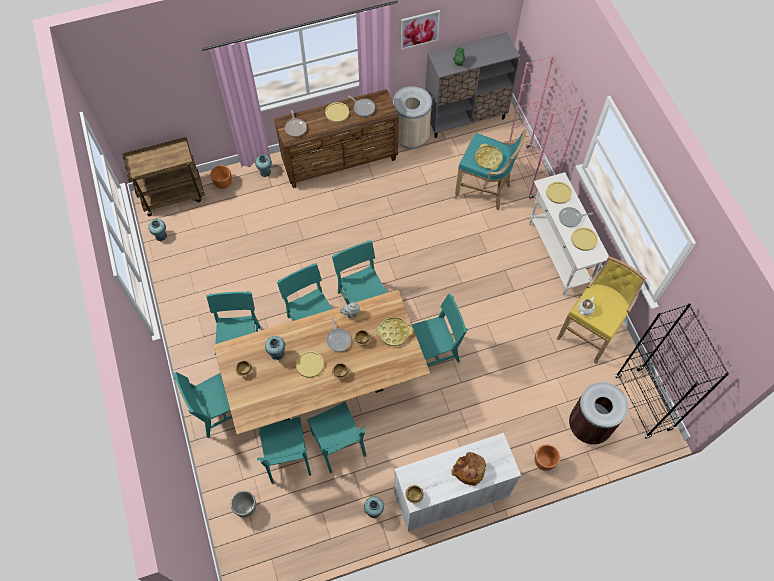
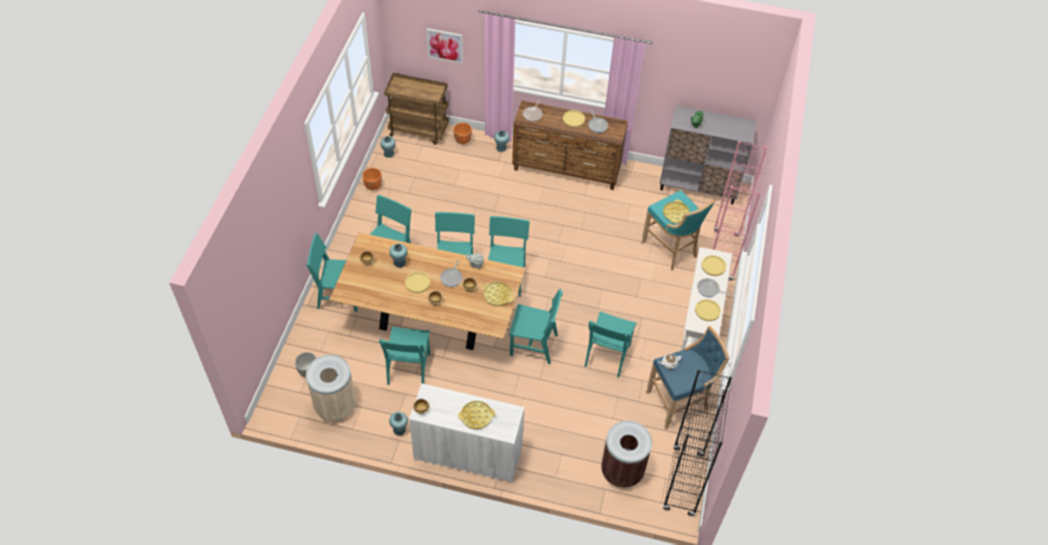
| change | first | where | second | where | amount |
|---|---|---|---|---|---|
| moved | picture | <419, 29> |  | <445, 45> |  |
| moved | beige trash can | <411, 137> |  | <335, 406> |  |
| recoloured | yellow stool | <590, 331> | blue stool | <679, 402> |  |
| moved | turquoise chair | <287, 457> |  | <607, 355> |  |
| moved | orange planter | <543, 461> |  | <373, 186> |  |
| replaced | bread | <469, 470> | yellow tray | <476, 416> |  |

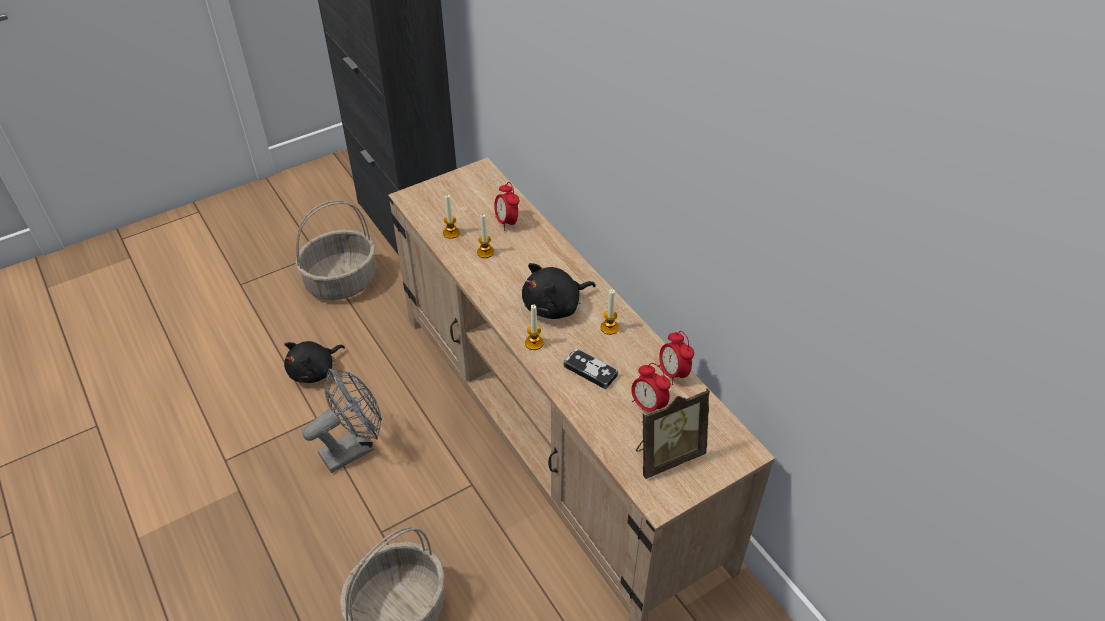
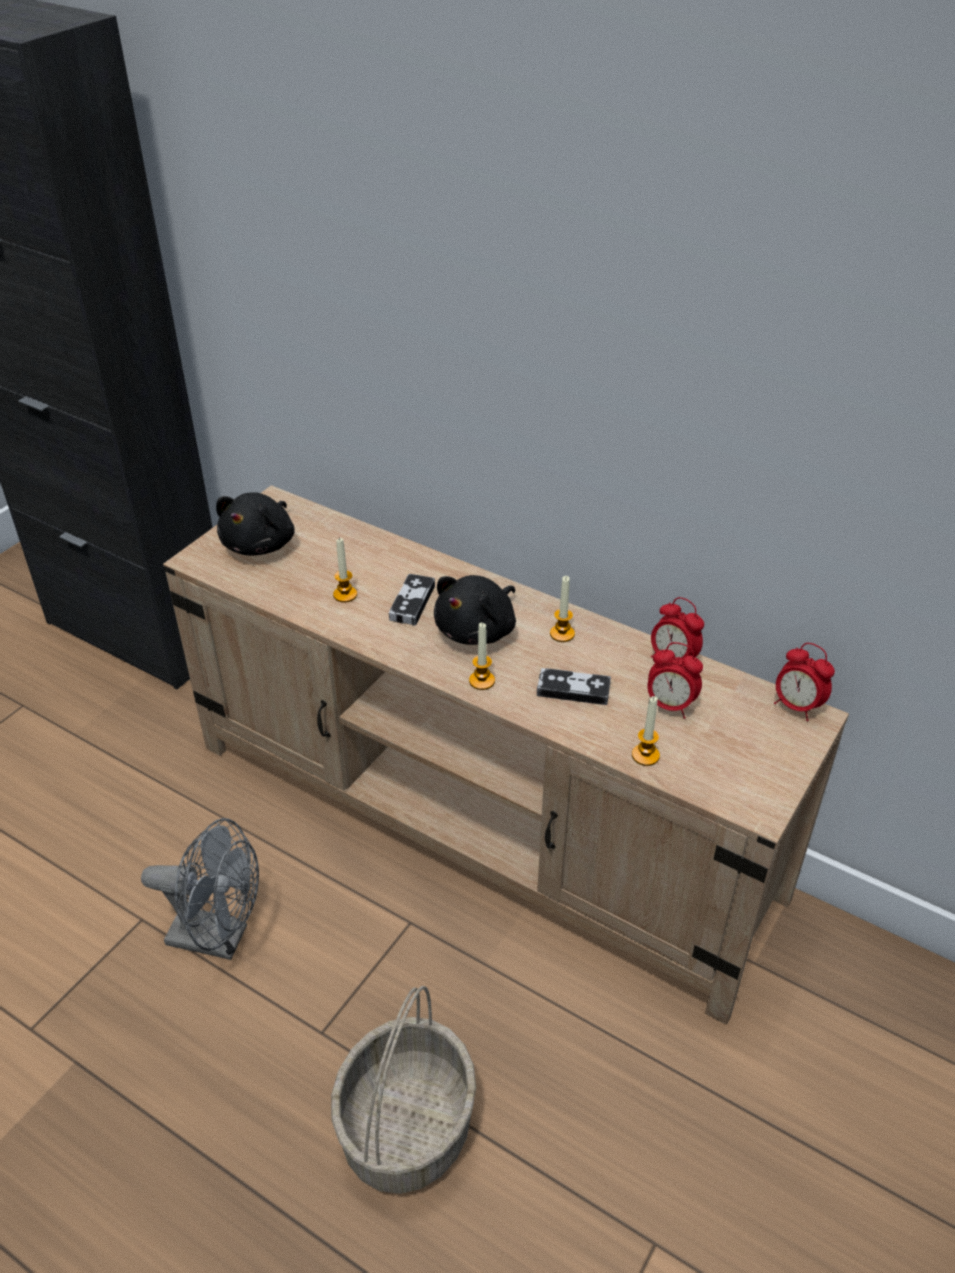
| change | first | where | second | where | amount |
|---|---|---|---|---|---|
| moved | alarm clock | <507, 222> |  | <796, 706> |  |
| moved | candle | <451, 233> |  | <645, 755> |  |
| removed | basket | <342, 281> |  |  |  |
| moved | black plush toy | <315, 371> |  | <261, 544> |  |
| turned | grey fan | <353, 448> |  | <219, 938> | 75 degrees clockwise |
| removed | picture frame | <667, 455> |  |  |  |
| added |  |  | game controller | <412, 602> |  |

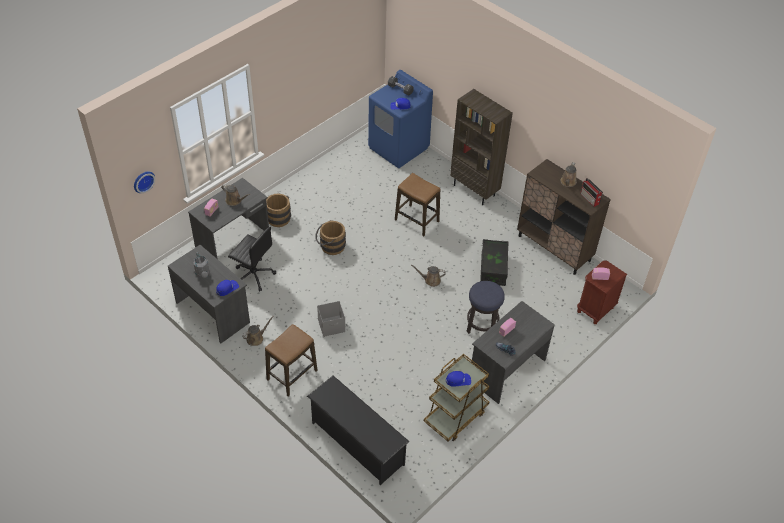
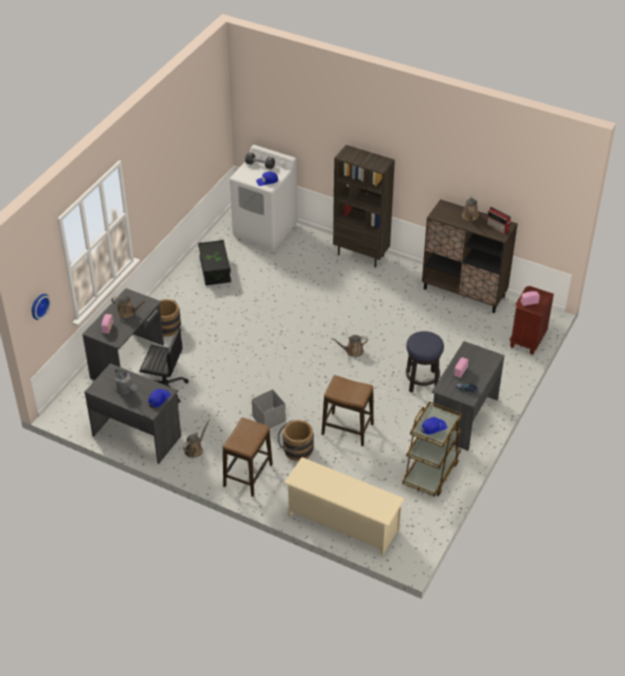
| change | first | where | second | where | amount |
|---|---|---|---|---|---|
| recoloured | blue washing machine | <398, 148> | white washing machine | <265, 230> |  |
| moved | stool | <417, 220> |  | <347, 429> |  |
| moved | brown bucket | <330, 246> |  | <295, 451> |  |
| moved | black storage box | <493, 269> |  | <215, 270> |  |
| recoloured | black shoe rack | <357, 443> | beige shoe rack | <342, 522> |  |

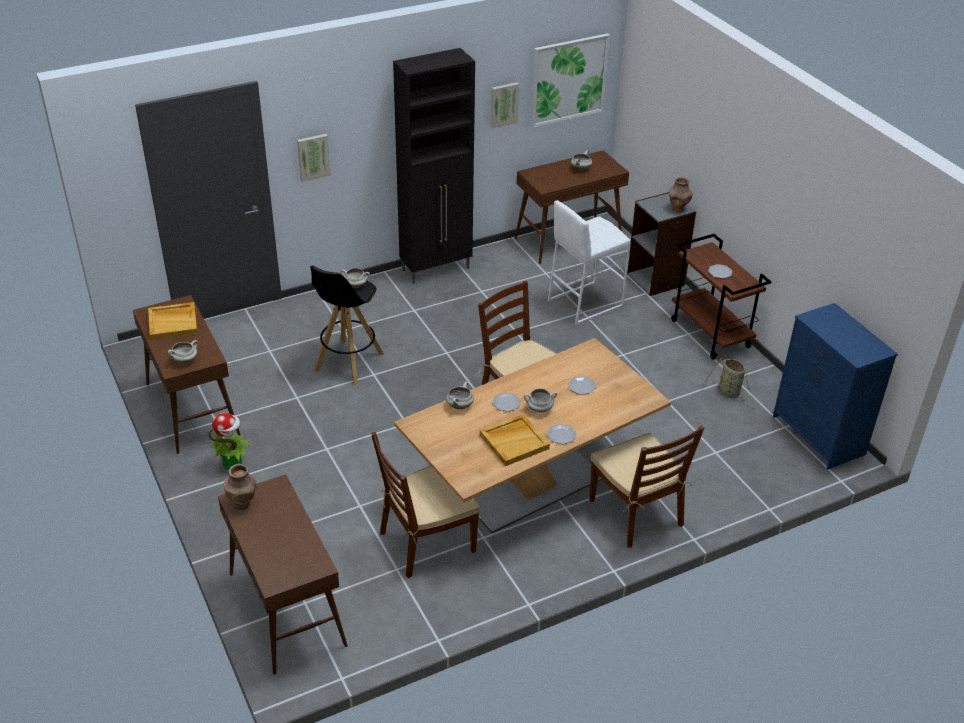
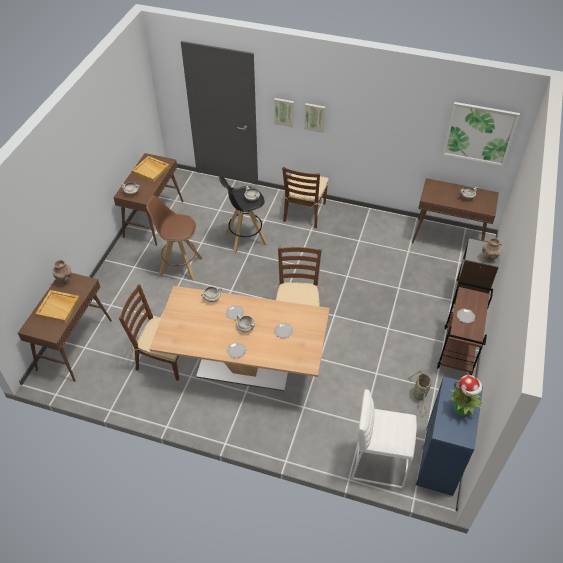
| change | first | where | second | where | amount |
|---|---|---|---|---|---|
| removed | black cabinet | <437, 269> |  |  |  |
| moved | picture | <503, 104> |  | <315, 117> |  |
| moved | white stool | <584, 303> |  | <378, 463> |  |
| moved | potted plant | <233, 464> |  | <461, 409> |  |
| moved | beige tray | <514, 441> |  | <58, 307> |  |
| moved | brown chair | <636, 513> |  | <304, 212> |  |
| added |  |  | brown stool | <180, 266> |  |

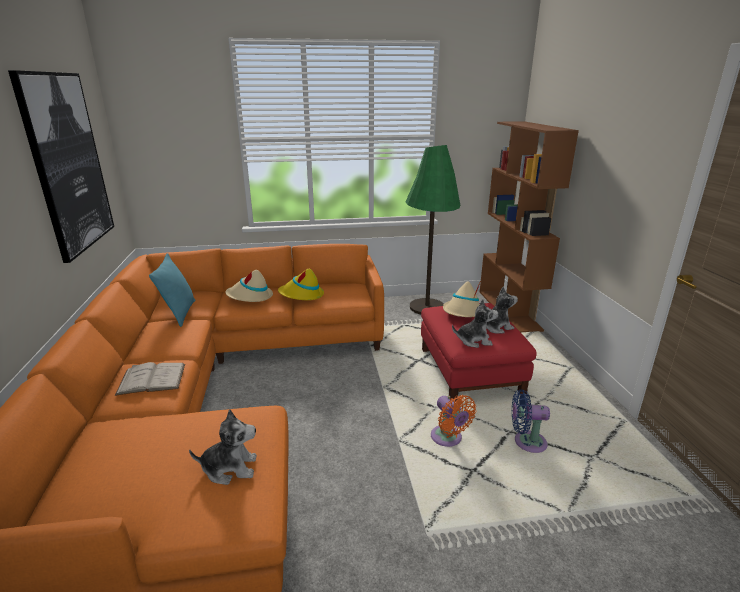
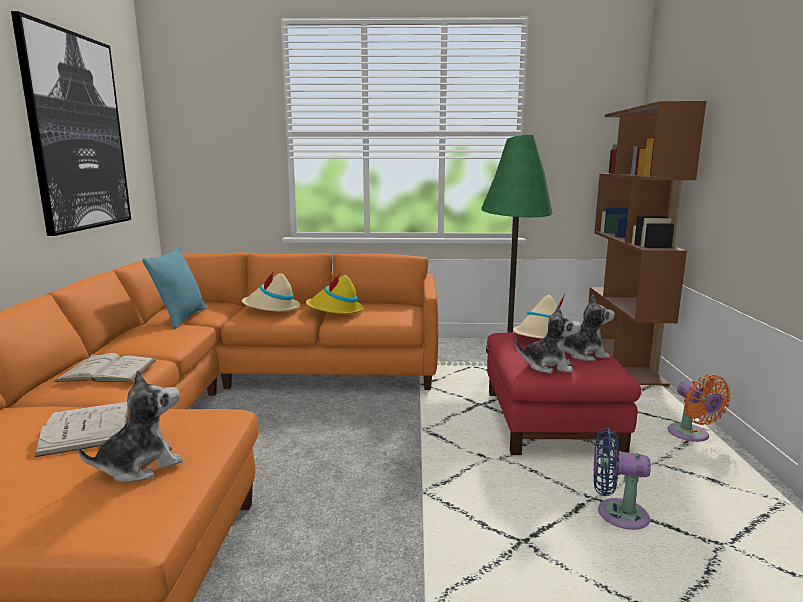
| change | first | where | second | where | amount |
|---|---|---|---|---|---|
| moved | orange fan | <448, 439> |  | <691, 436> |  |
| turned | plush toy | <230, 468> |  | <140, 466> | 45 degrees counterclockwise |
| added |  |  | white book | <87, 428> |  |

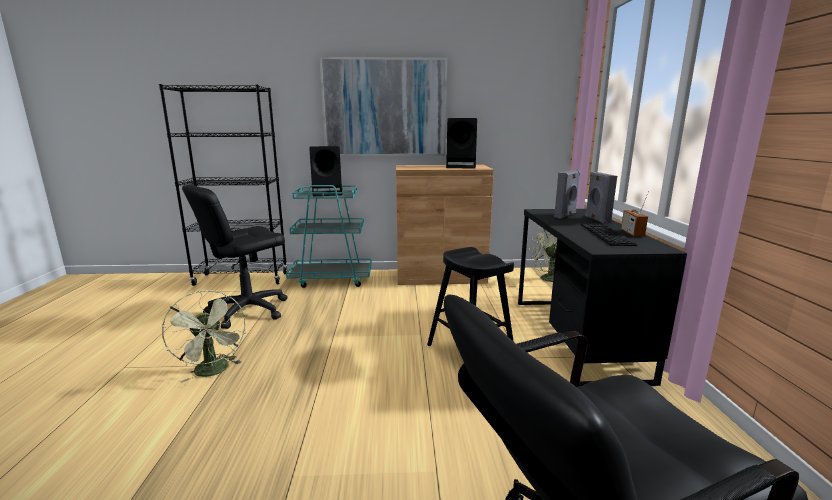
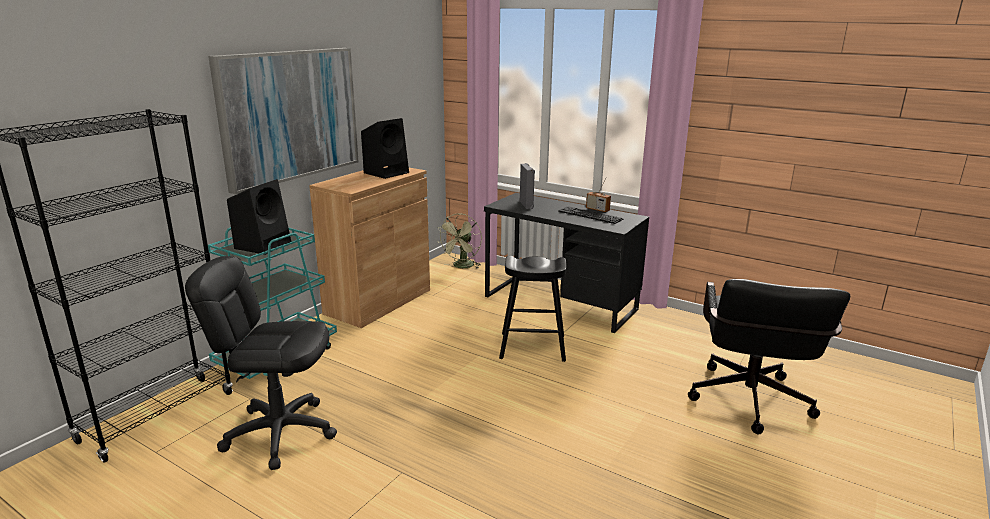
| change | first | where | second | where | amount |
|---|---|---|---|---|---|
| removed | grey speaker | <596, 219> |  |  |  |
| turned | black office chair | <248, 310> |  | <280, 432> | 105 degrees clockwise |
| removed | green fan | <214, 372> |  |  |  |

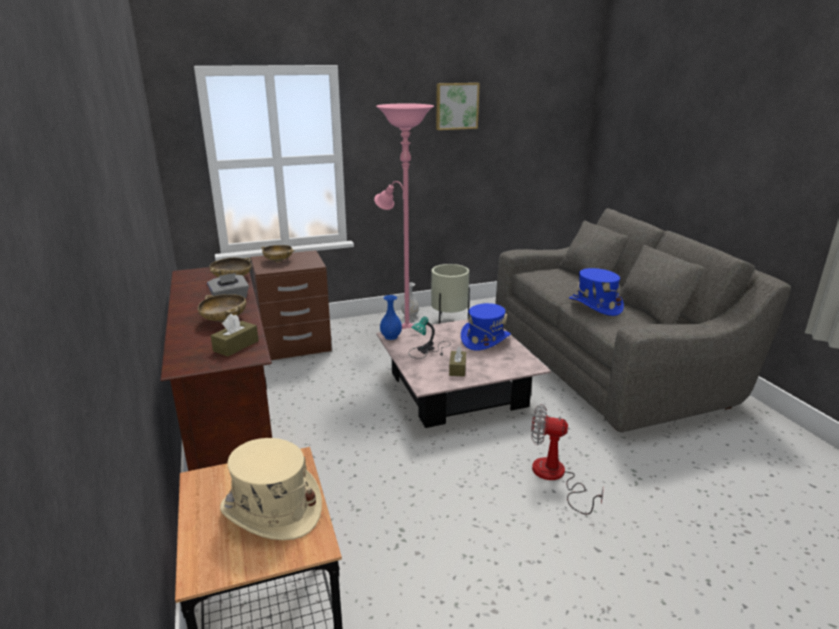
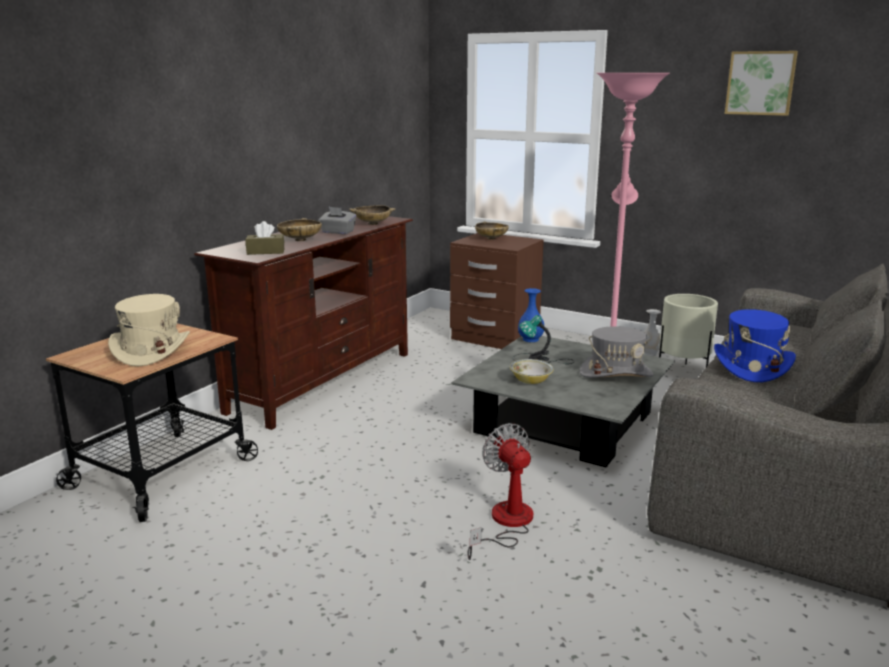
| change | first | where | second | where | amount |
|---|---|---|---|---|---|
| recoloured | blue hat | <485, 339> | grey hat | <616, 373> |  |
| recoloured | pink coffee table | <458, 390> | grey coffee table | <564, 423> |  |
| replaced | brown tissue box | <457, 369> | bowl | <530, 381> |  |

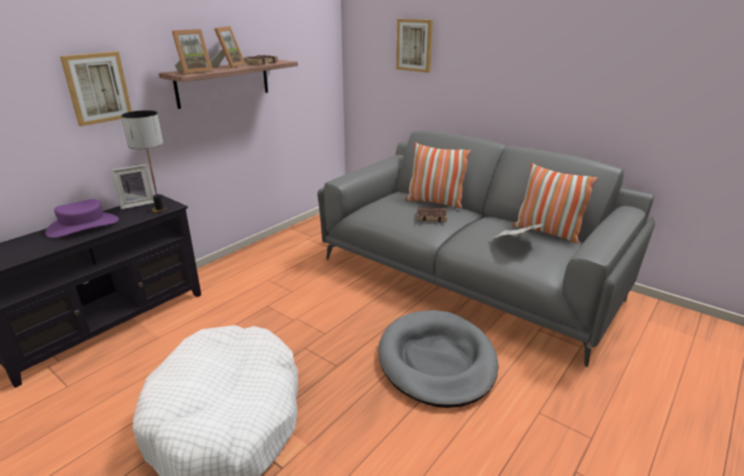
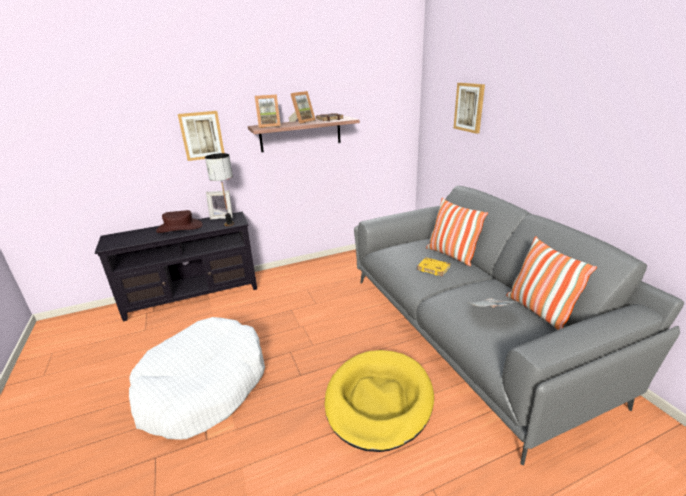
| change | first | where | second | where | amount |
|---|---|---|---|---|---|
| recoloured | purple hat | <83, 226> | brown hat | <179, 227> |  |
| recoloured | brown book | <431, 217> | yellow book | <434, 268> |  |
| recoloured | grey dog bed | <436, 361> | yellow dog bed | <378, 400> |  |

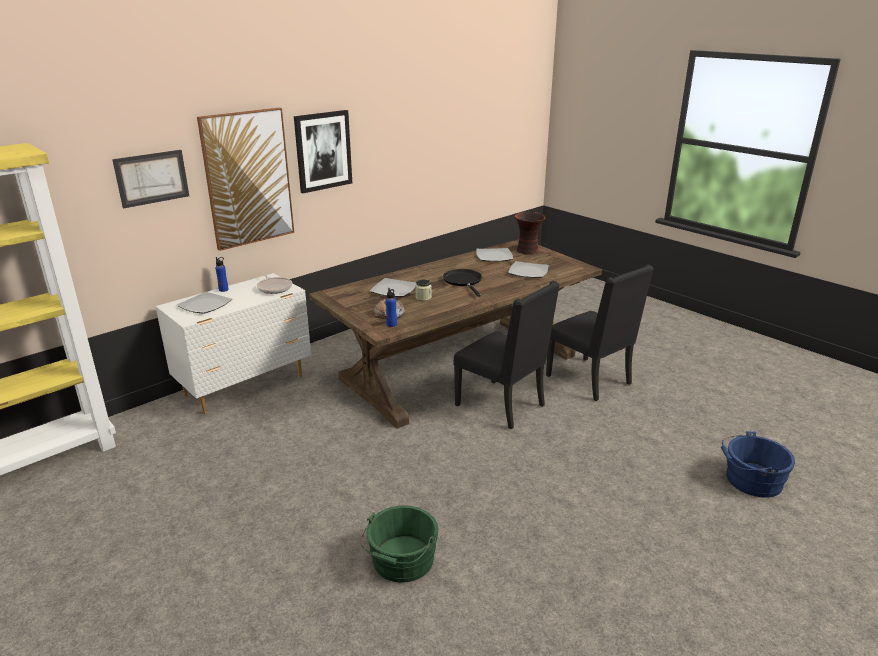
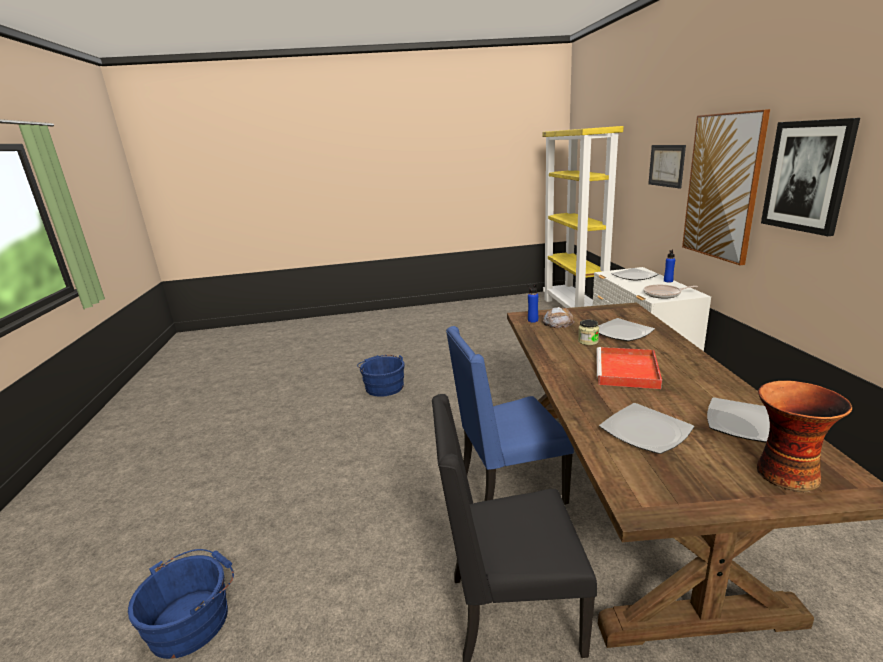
| change | first | where | second | where | amount |
|---|---|---|---|---|---|
| replaced | black frying pan | <463, 281> | red tray | <627, 371> |  |
| recoloured | black chair | <502, 405> | blue chair | <509, 489> |  |
| recoloured | green bucket | <401, 562> | blue bucket | <383, 386> |  |

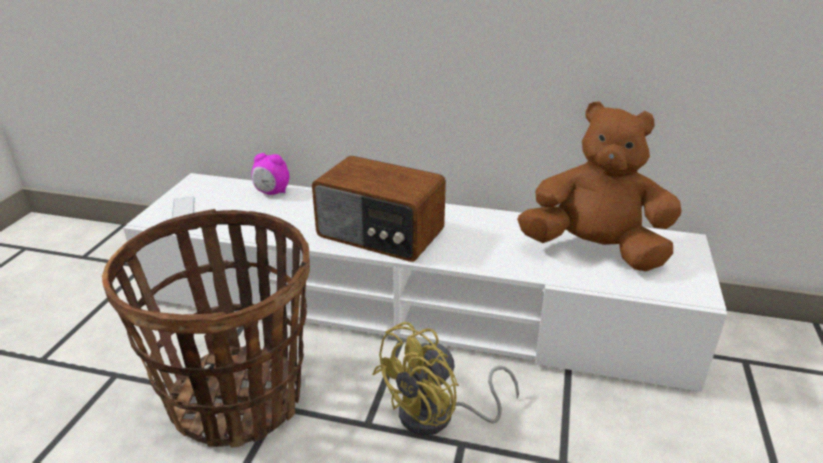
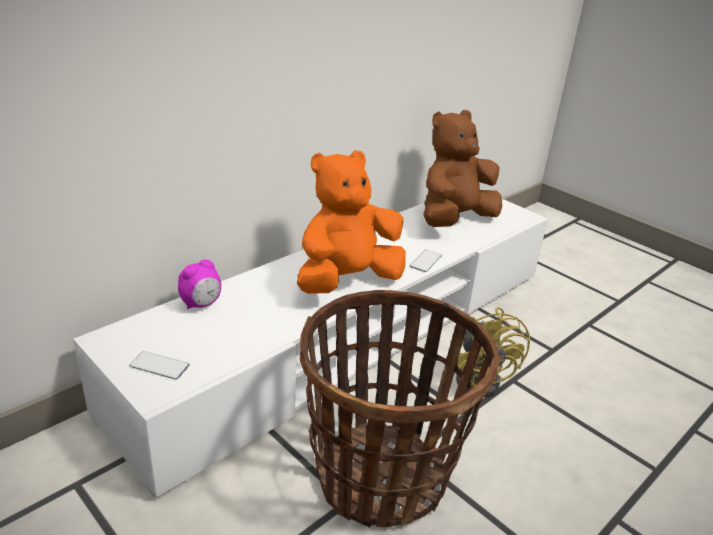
| change | first | where | second | where | amount |
|---|---|---|---|---|---|
| replaced | radio | <380, 234> | orange plush toy | <347, 280> |  |
| added |  |  | phone | <425, 261> |  |

